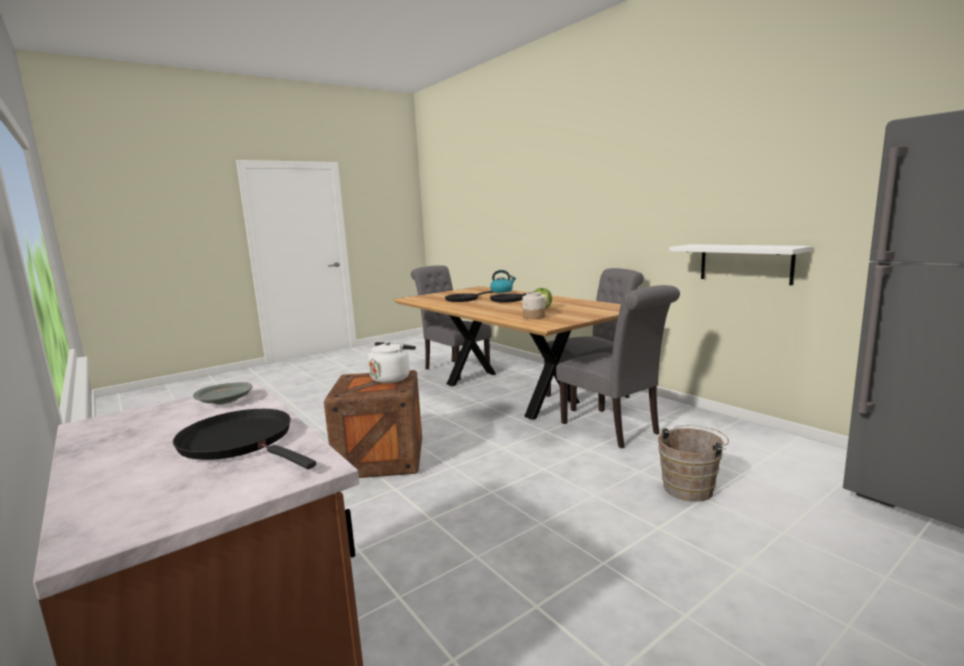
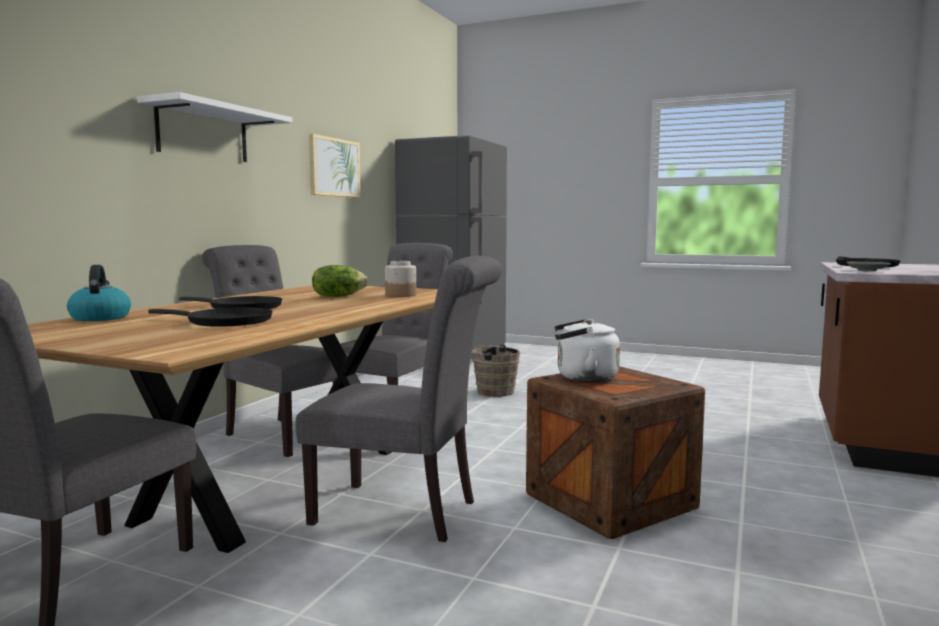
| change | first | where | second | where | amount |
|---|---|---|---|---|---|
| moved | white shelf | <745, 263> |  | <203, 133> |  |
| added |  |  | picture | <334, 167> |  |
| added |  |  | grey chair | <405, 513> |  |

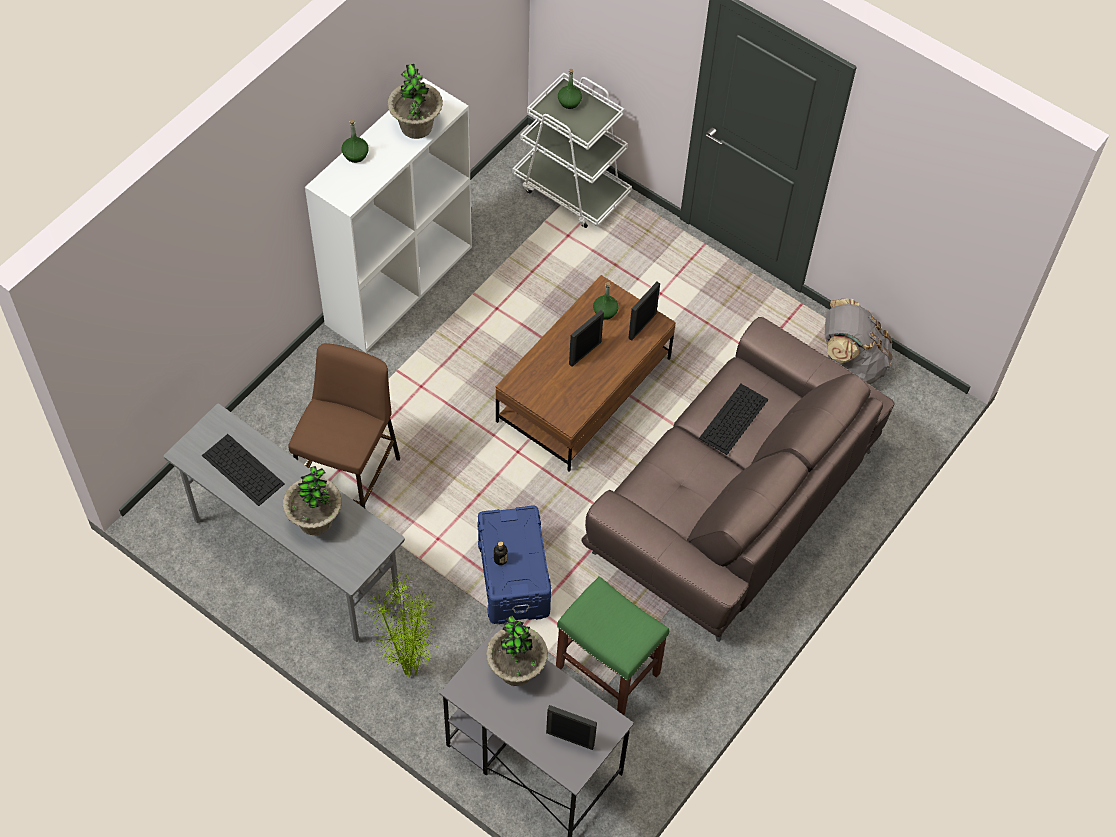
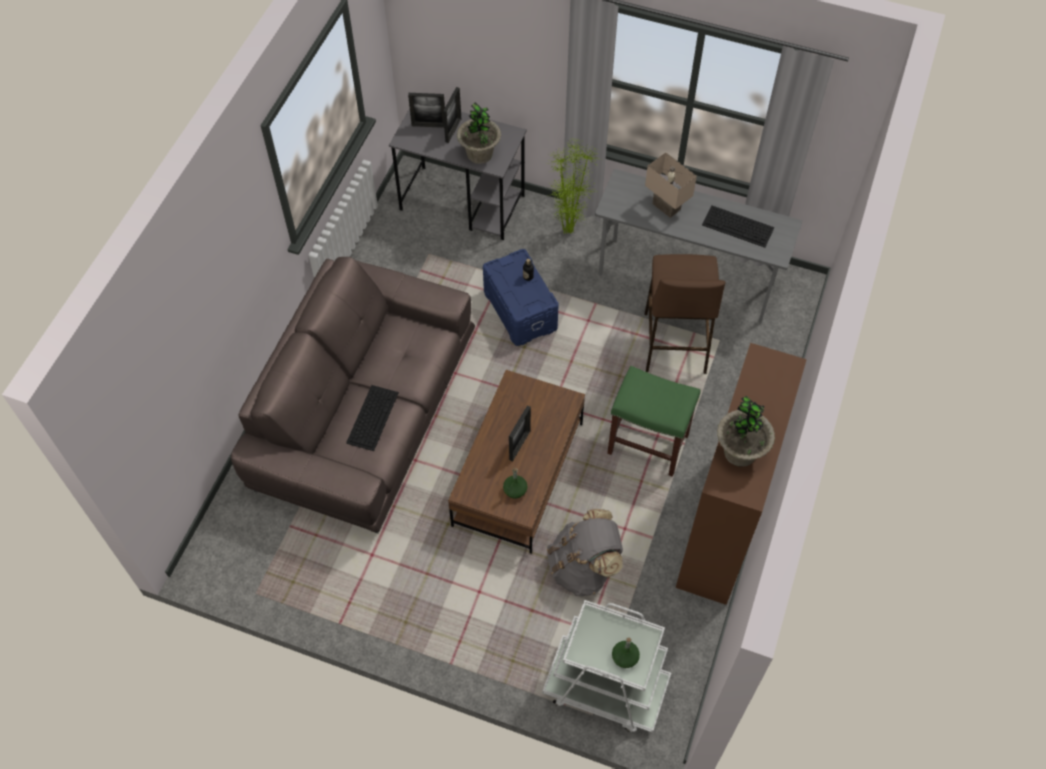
| change | first | where | second | where | amount |
|---|---|---|---|---|---|
| recoloured | white bookcase | <399, 284> | brown bookcase | <723, 527> |  |
| removed | green bottle | <355, 155> |  |  |  |
| moved | picture frame | <642, 326> |  | <453, 130> |  |
| moved | grey backpack | <849, 364> |  | <583, 567> |  |
| replaced | potted plant | <315, 520> | beige table lamp | <665, 207> |  |
| moved | green stool | <609, 671> |  | <647, 444> |  |

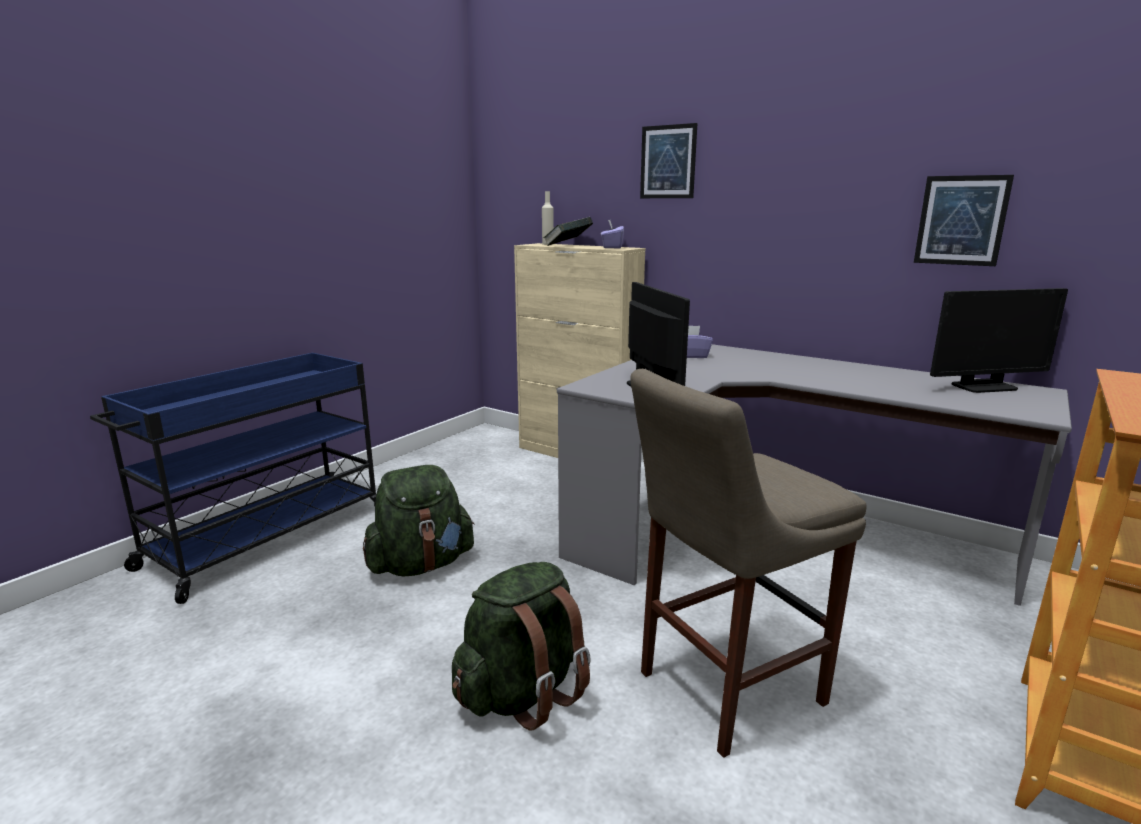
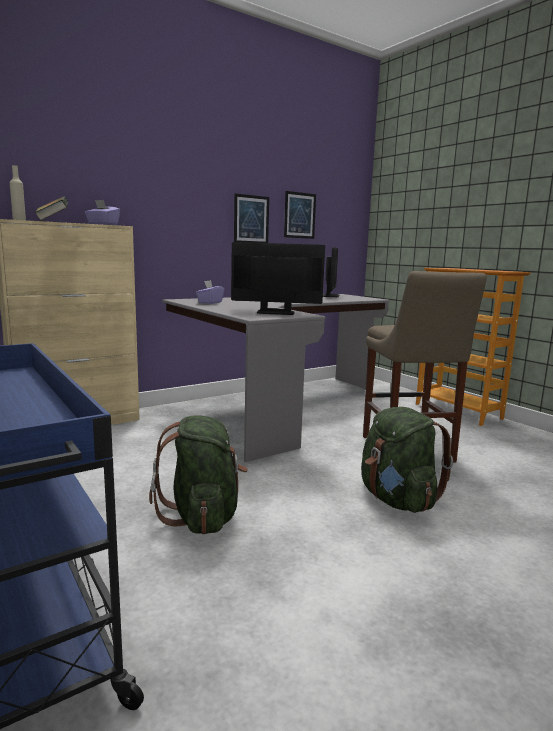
| change | first | where | second | where | amount |
|---|---|---|---|---|---|
| moved | picture | <668, 162> |  | <251, 219> |  |

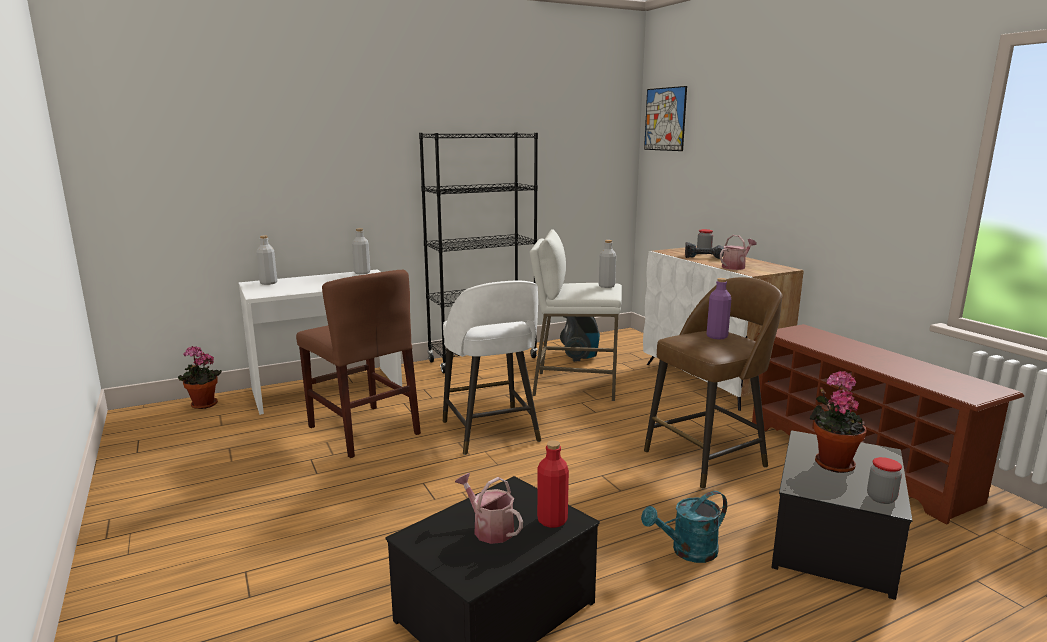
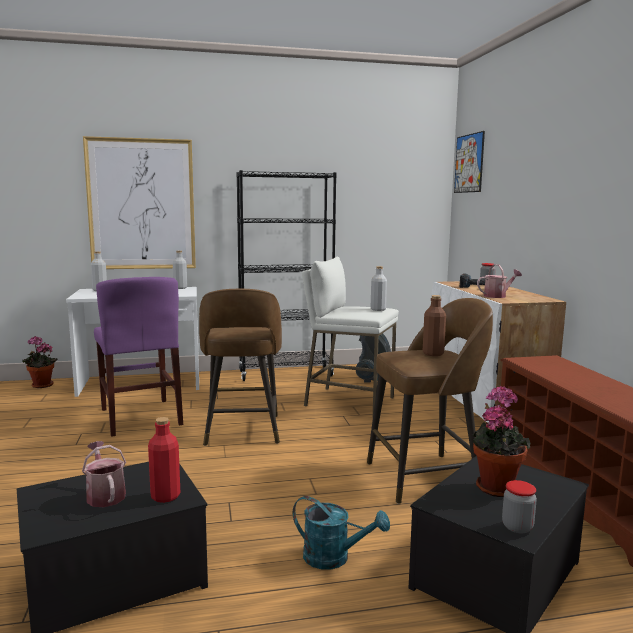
| change | first | where | second | where | amount |
|---|---|---|---|---|---|
| recoloured | brown chair | <363, 430> | purple chair | <140, 417> |  |
| recoloured | purple bottle | <717, 336> | brown bottle | <433, 354> |  |
| recoloured | white stool | <491, 433> | brown stool | <242, 431> |  |
| turned | turquoise watering can | <687, 552> |  | <334, 558> | 150 degrees counterclockwise |
| added |  |  | picture | <141, 204> |  |

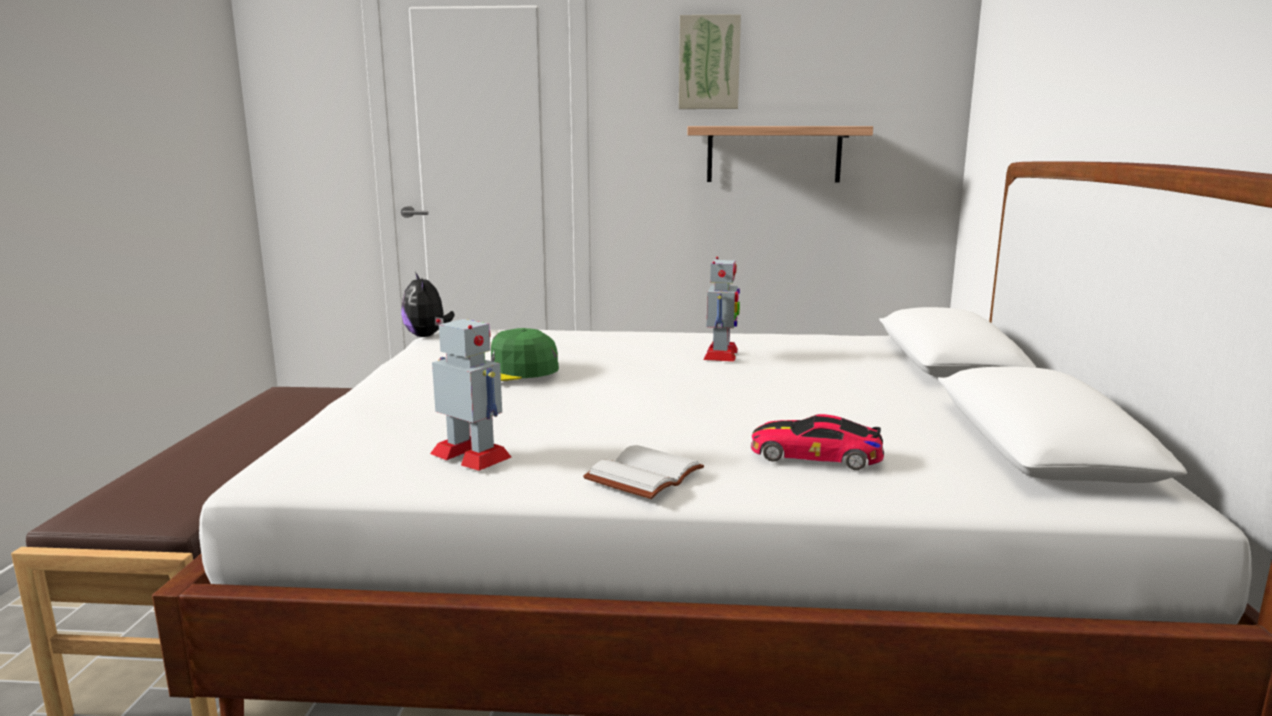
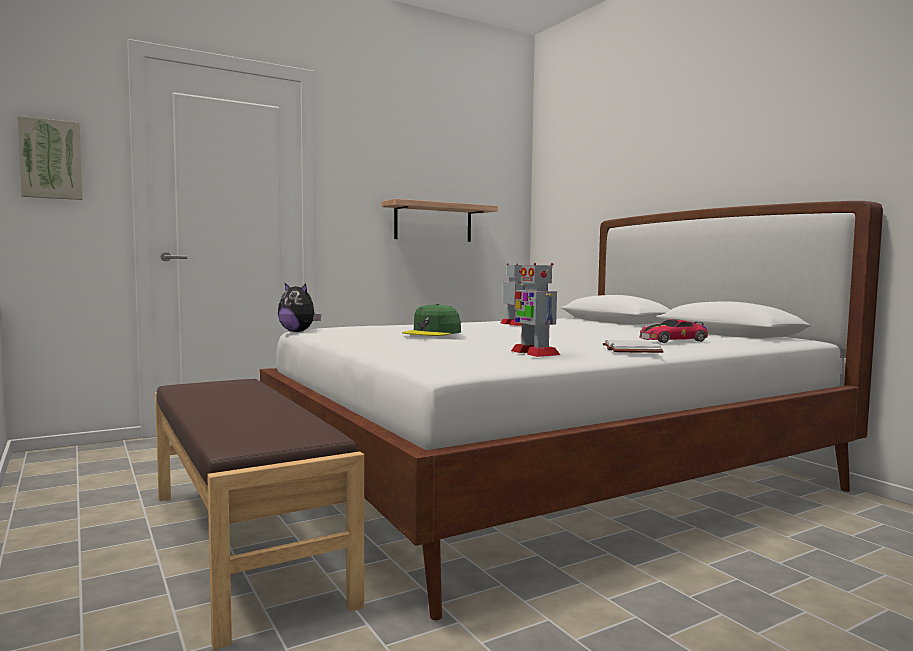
| change | first | where | second | where | amount |
|---|---|---|---|---|---|
| moved | picture | <709, 63> |  | <51, 159> |  |
| turned | toy robot | <471, 456> |  | <534, 353> | 120 degrees counterclockwise |

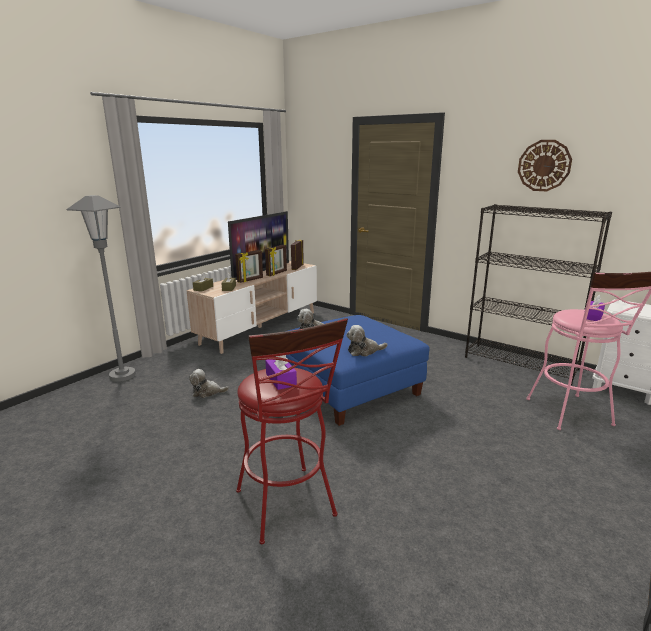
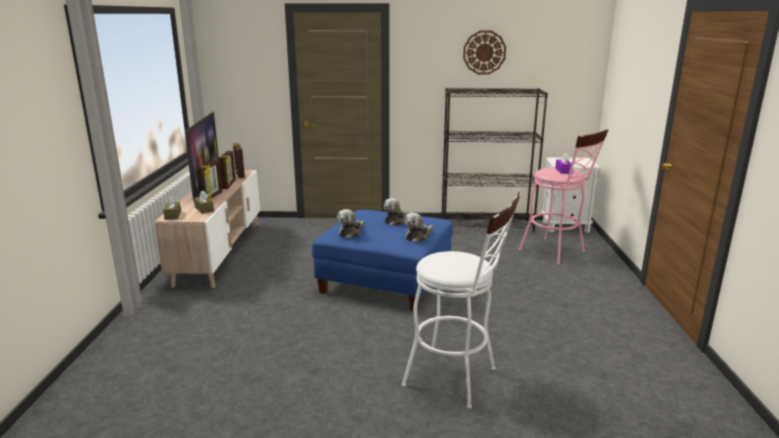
| change | first | where | second | where | amount |
|---|---|---|---|---|---|
| removed | grey floor lamp | <122, 375> |  |  |  |
| recoloured | red stool | <289, 508> | white stool | <457, 379> |  |
| removed | purple tissue box | <281, 379> |  |  |  |
| moved | plush toy | <207, 392> |  | <397, 221> |  |

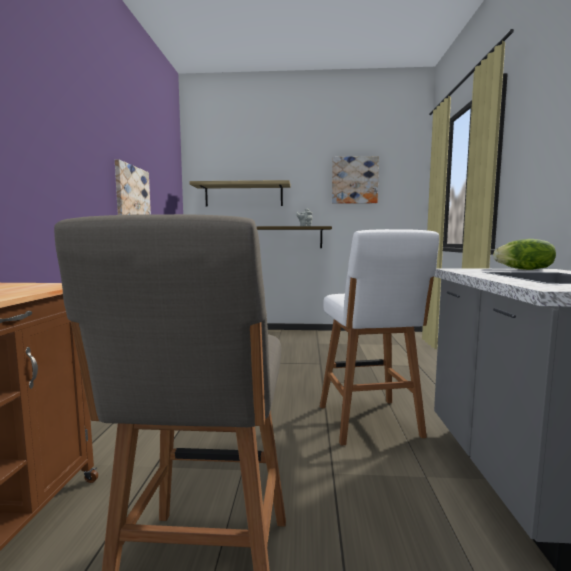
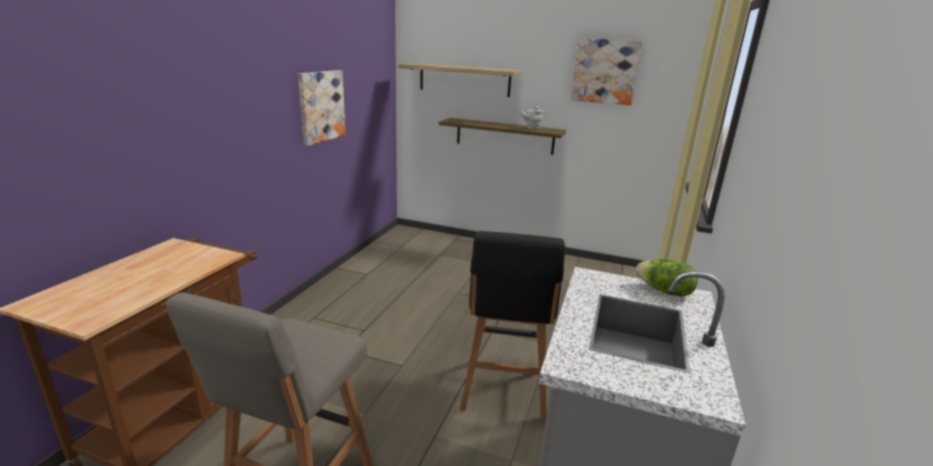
| change | first | where | second | where | amount |
|---|---|---|---|---|---|
| recoloured | white stool | <370, 423> | black stool | <504, 391> |  |

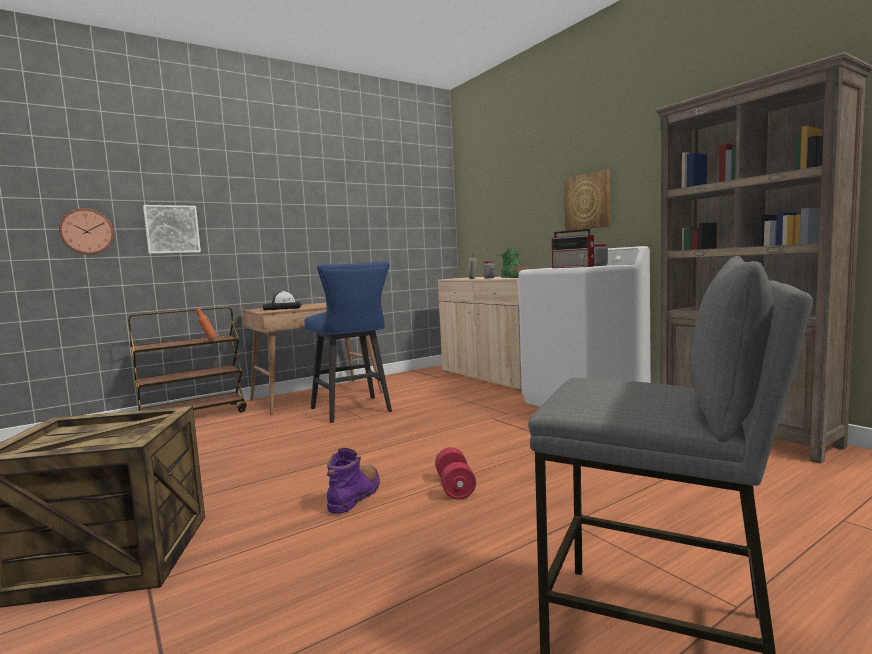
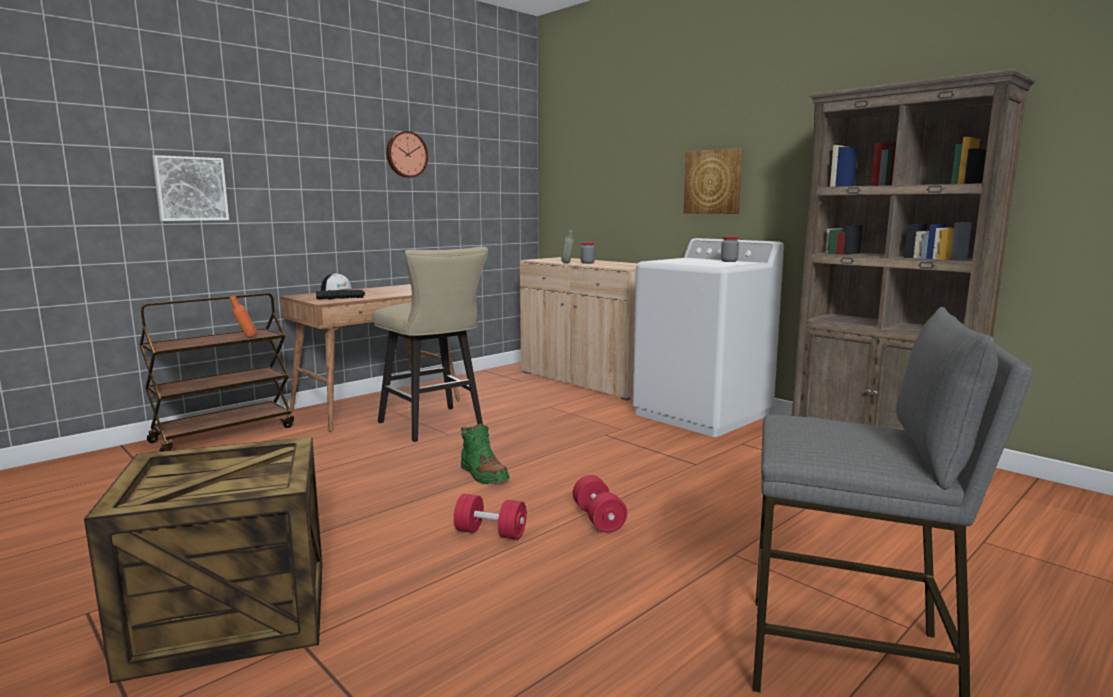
| change | first | where | second | where | amount |
|---|---|---|---|---|---|
| moved | wall clock | <87, 231> |  | <406, 154> |  |
| removed | radio | <574, 267> |  |  |  |
| moved | green boot | <516, 278> |  | <483, 474> |  |
| recoloured | blue stool | <354, 411> | beige stool | <435, 426> |  |
| replaced | purple boot | <355, 496> | red dumbbell | <490, 533> |  |

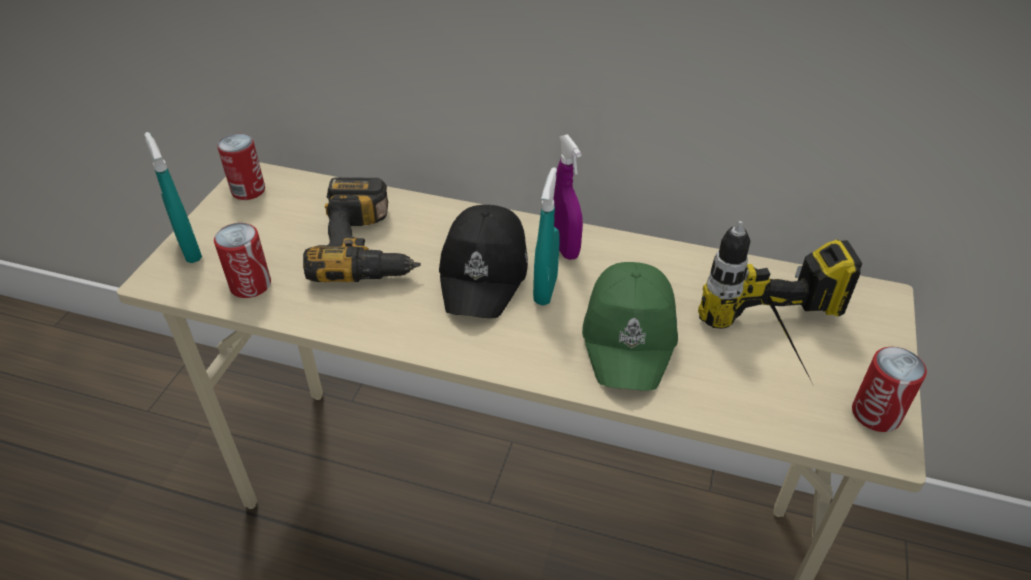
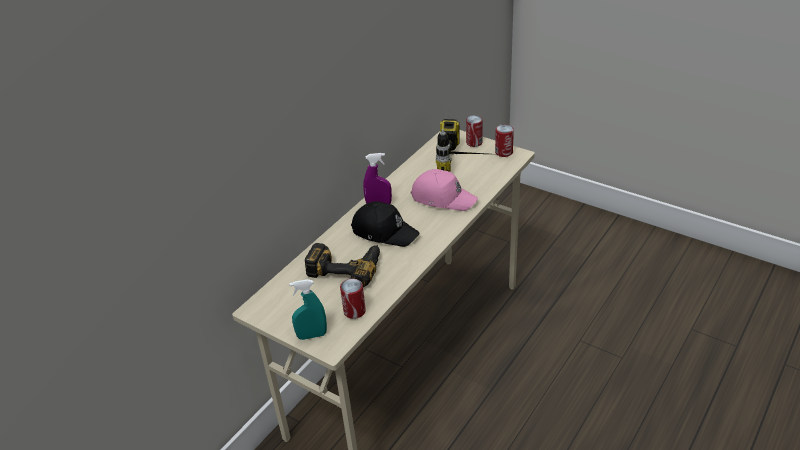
| change | first | where | second | where | amount |
|---|---|---|---|---|---|
| moved | can | <248, 190> |  | <474, 142> |  |
| removed | turquoise spray bottle | <545, 289> |  |  |  |
| recoloured | green cap | <630, 335> | pink cap | <443, 197> |  |

